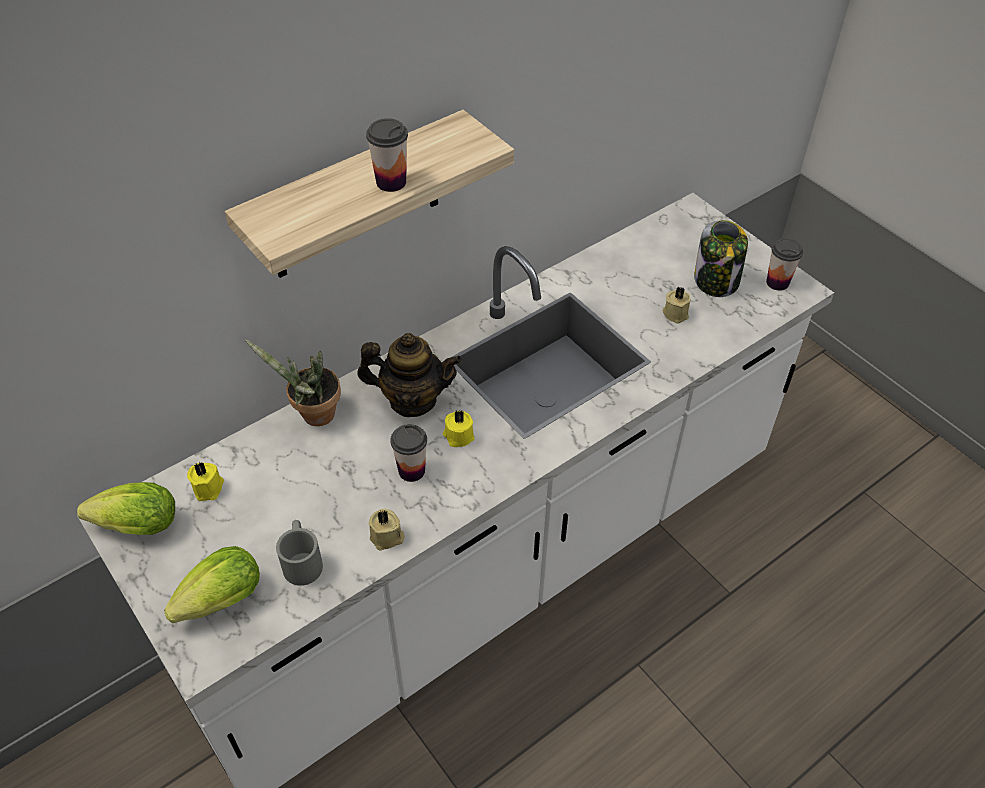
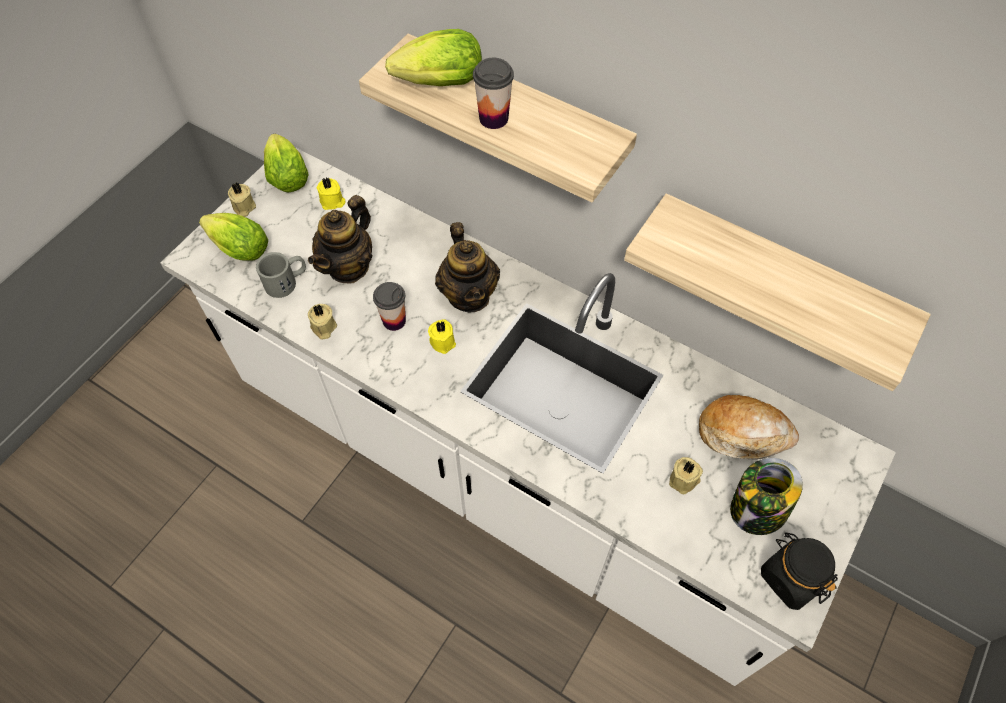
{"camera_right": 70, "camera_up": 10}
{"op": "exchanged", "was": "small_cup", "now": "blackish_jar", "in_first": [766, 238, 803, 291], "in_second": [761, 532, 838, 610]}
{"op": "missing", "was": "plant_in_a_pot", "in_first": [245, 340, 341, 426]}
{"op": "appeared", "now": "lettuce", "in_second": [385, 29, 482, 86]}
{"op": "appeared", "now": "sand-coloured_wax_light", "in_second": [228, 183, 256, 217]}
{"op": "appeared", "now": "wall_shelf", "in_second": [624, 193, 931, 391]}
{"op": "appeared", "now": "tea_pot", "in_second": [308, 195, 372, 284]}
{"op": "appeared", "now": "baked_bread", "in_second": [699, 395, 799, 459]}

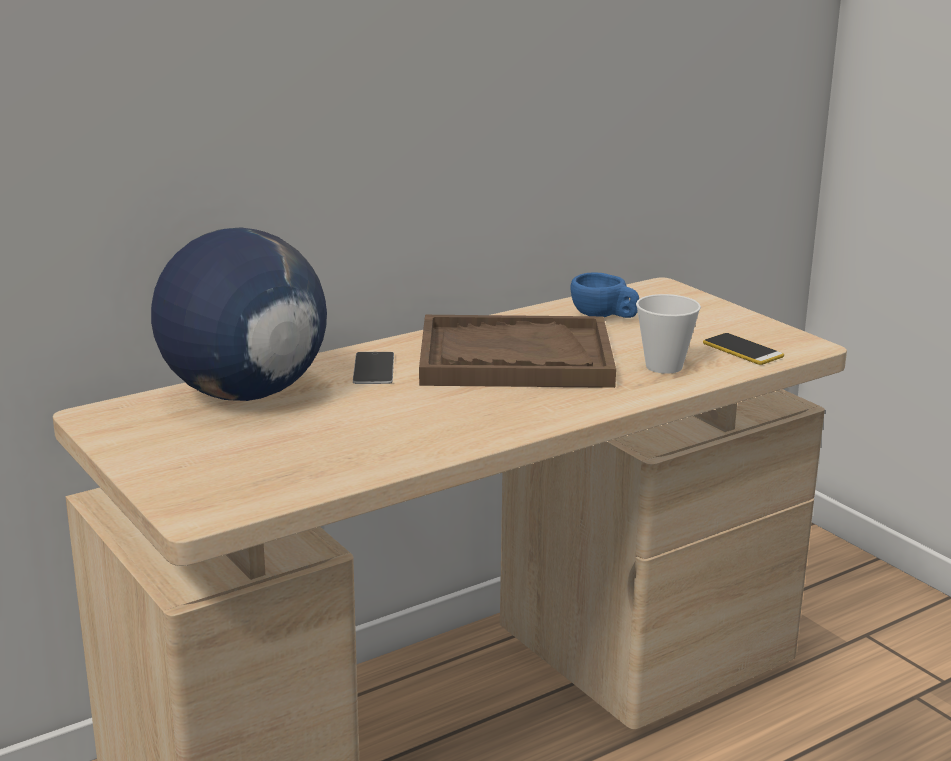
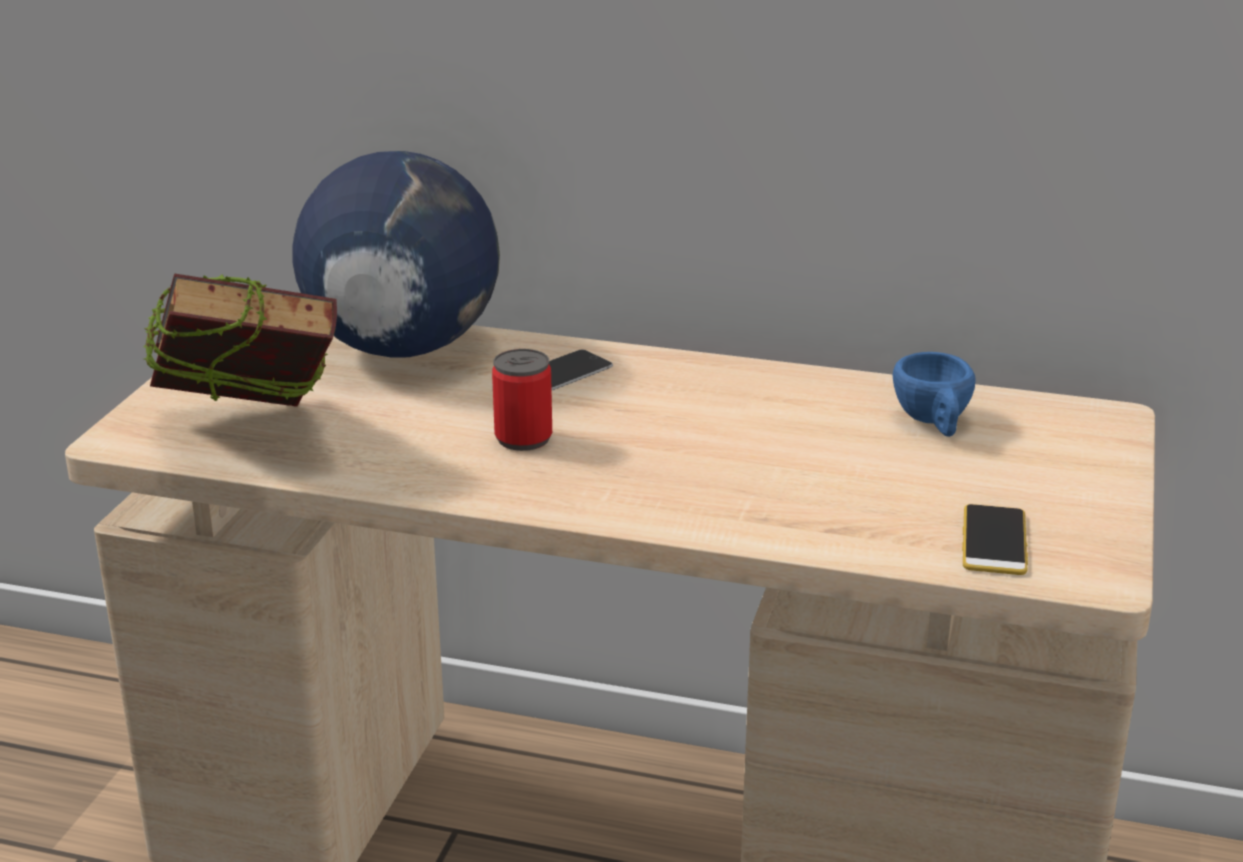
{"camera_right": 50, "camera_up": 5}
{"op": "missing", "was": "small_cup", "in_first": [636, 294, 701, 374]}
{"op": "missing", "was": "brownish_serving_tray", "in_first": [419, 315, 616, 388]}
{"op": "appeared", "now": "book", "in_second": [143, 273, 337, 407]}
{"op": "appeared", "now": "can", "in_second": [492, 349, 552, 451]}

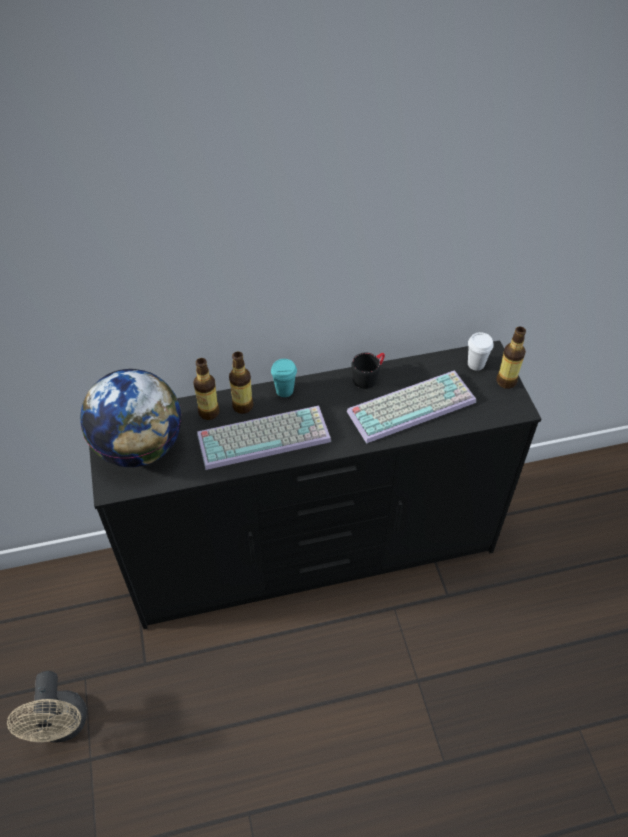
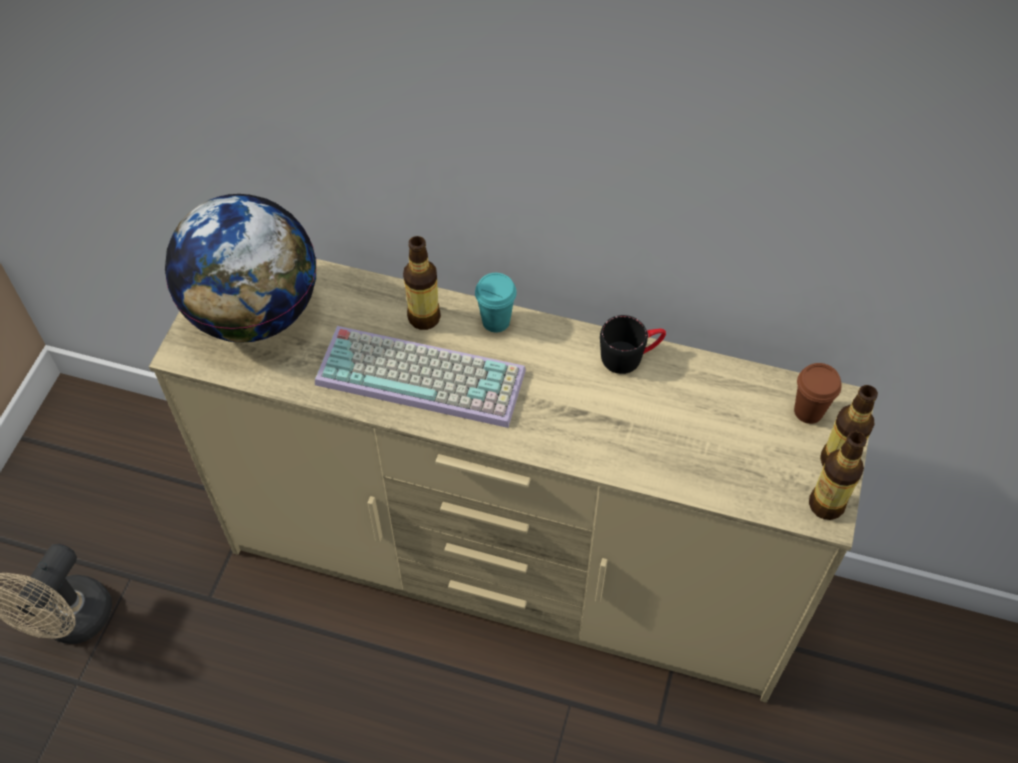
{"camera_right": 30, "camera_up": 5}
{"op": "colour", "was": "white-coloured_small_cup", "now": "brownish_small_cup", "in_first": [468, 332, 494, 371], "in_second": [794, 363, 842, 424]}
{"op": "colour", "was": "blackish_drawer_chest", "now": "sand-coloured_drawer_chest", "in_first": [89, 340, 541, 629], "in_second": [149, 259, 873, 703]}
{"op": "relocated", "was": "bottle", "in_first": [193, 358, 219, 420], "in_second": [809, 431, 867, 520]}
{"op": "missing", "was": "keyboard", "in_first": [347, 370, 476, 444]}

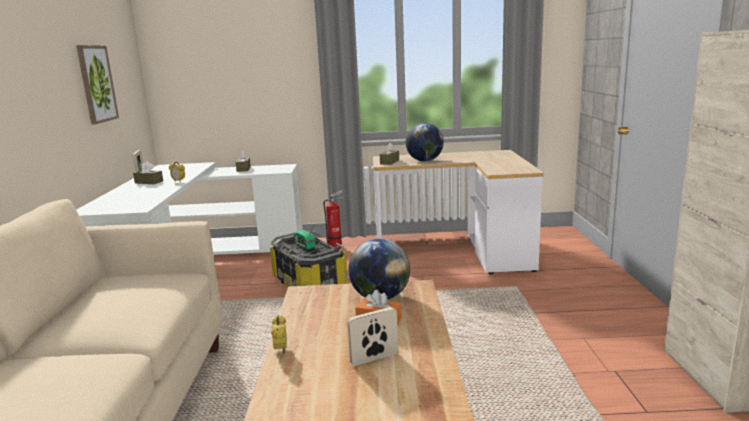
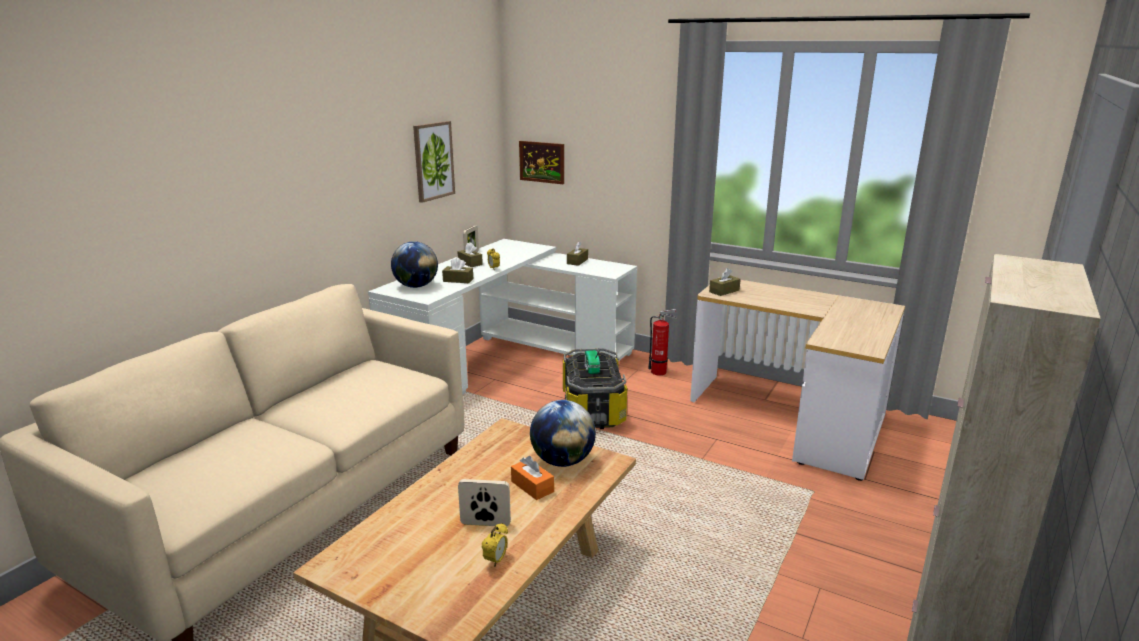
{"camera_right": 30, "camera_up": 5}
{"op": "relocated", "was": "desk_globe", "in_first": [406, 123, 444, 161], "in_second": [391, 241, 438, 288]}
{"op": "relocated", "was": "alarm_clock", "in_first": [271, 315, 287, 353], "in_second": [482, 523, 508, 567]}
{"op": "appeared", "now": "picture", "in_second": [519, 141, 564, 184]}
{"op": "appeared", "now": "brownish_tissue_box", "in_second": [442, 258, 473, 283]}

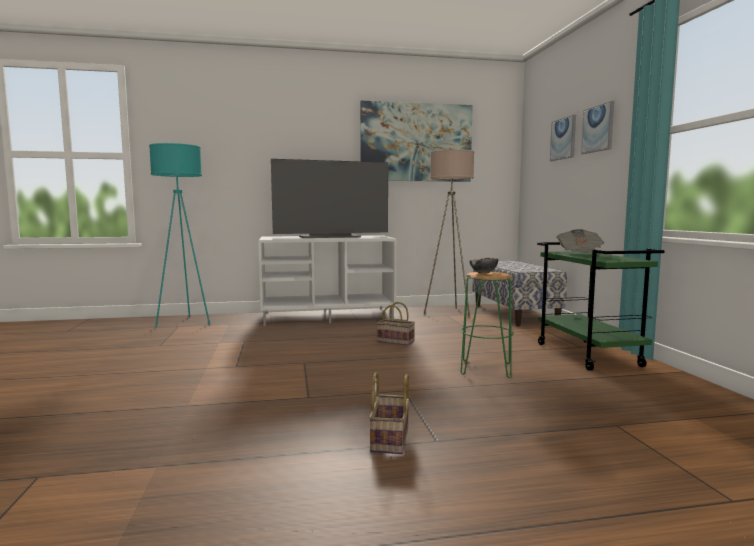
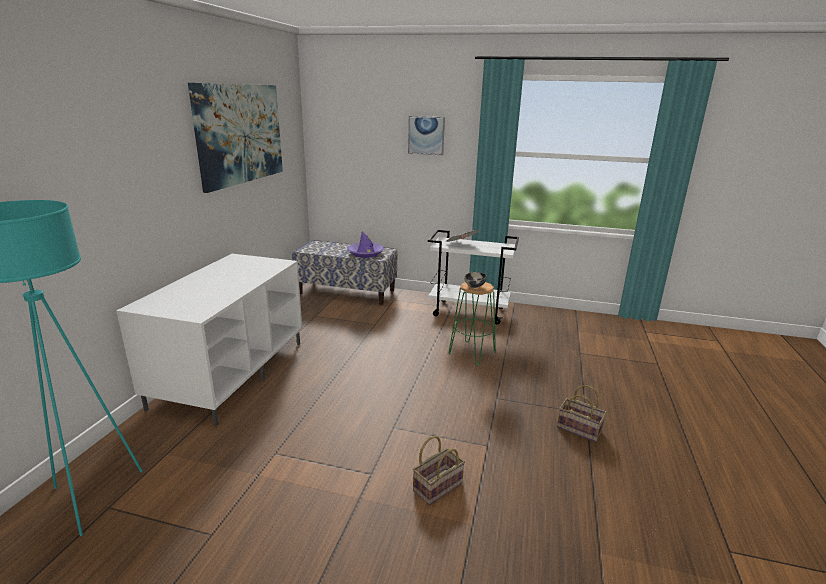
{"camera_right": -65, "camera_up": 15}
{"op": "missing", "was": "picture", "in_first": [550, 115, 576, 161]}
{"op": "missing", "was": "sand-coloured_standing_lamp", "in_first": [424, 149, 474, 318]}
{"op": "missing", "was": "TV", "in_first": [271, 159, 388, 238]}
{"op": "colour", "was": "green-coloured_wheeled_cart", "now": "white-coloured_wheeled_cart", "in_first": [537, 242, 665, 371], "in_second": [428, 230, 519, 324]}
{"op": "relocated", "was": "basket", "in_first": [377, 302, 415, 346], "in_second": [413, 436, 465, 505]}
{"op": "appeared", "now": "purple_clothing_hat", "in_second": [347, 232, 384, 258]}

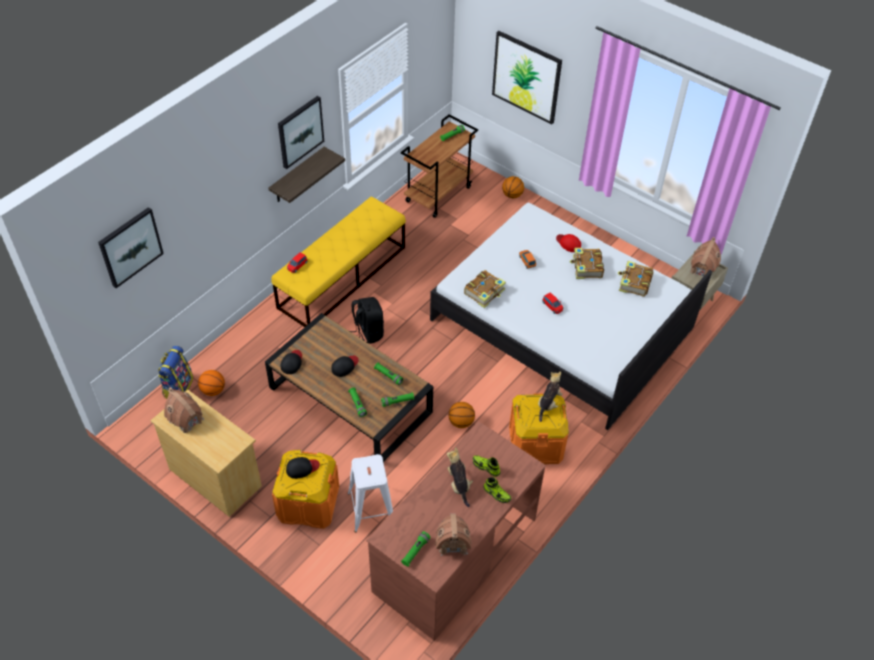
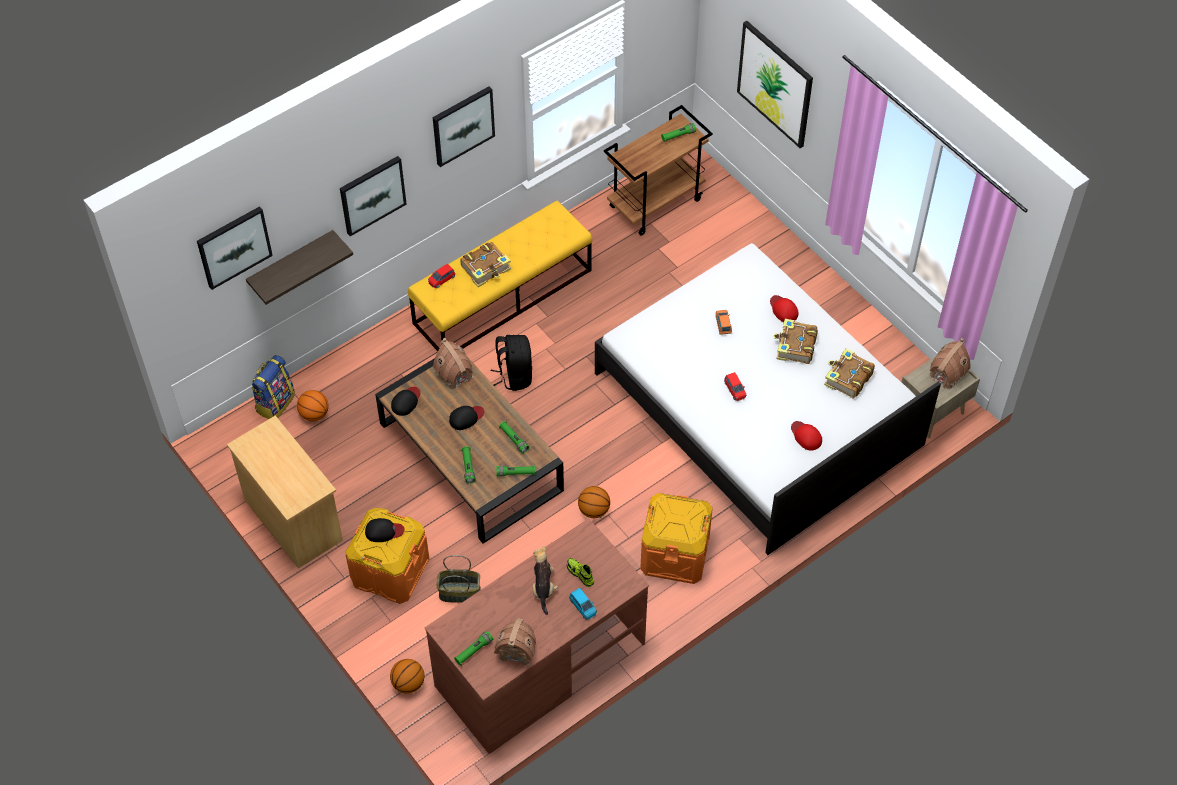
{"camera_right": 15, "camera_up": 5}
{"op": "relocated", "was": "wall_shelf", "in_first": [269, 147, 345, 203], "in_second": [246, 230, 353, 305]}
{"op": "relocated", "was": "basketball", "in_first": [502, 176, 524, 198], "in_second": [390, 659, 425, 694]}
{"op": "relocated", "was": "book", "in_first": [464, 270, 506, 308], "in_second": [460, 242, 511, 287]}
{"op": "missing", "was": "soft_toy", "in_first": [538, 371, 562, 422]}
{"op": "relocated", "was": "model_house", "in_first": [164, 387, 204, 433], "in_second": [433, 338, 473, 389]}
{"op": "exchanged", "was": "white-coloured_stool", "now": "basket", "in_first": [348, 454, 393, 533], "in_second": [436, 555, 481, 603]}
{"op": "exchanged", "was": "shoe", "now": "blue-coloured_model_car", "in_first": [483, 477, 512, 503], "in_second": [569, 588, 597, 620]}
{"op": "appeared", "now": "picture", "in_second": [340, 156, 407, 236]}
{"op": "appeared", "now": "reddish_cap", "in_second": [791, 421, 822, 451]}

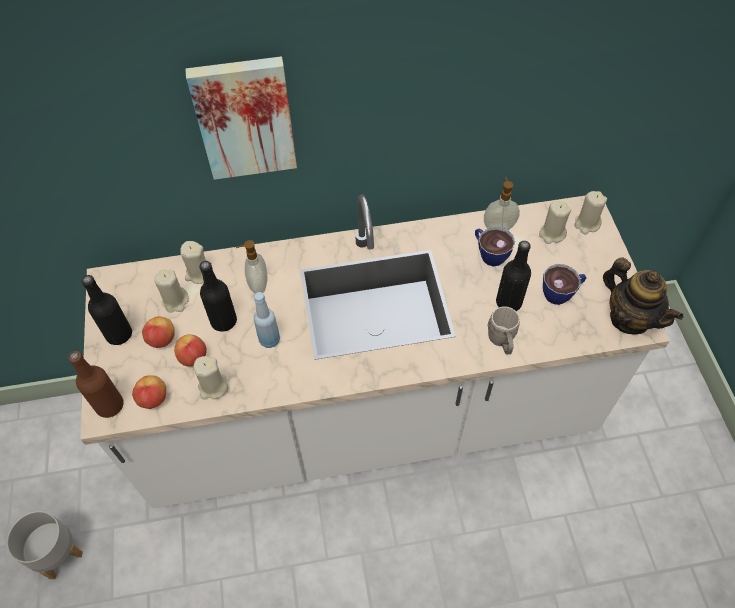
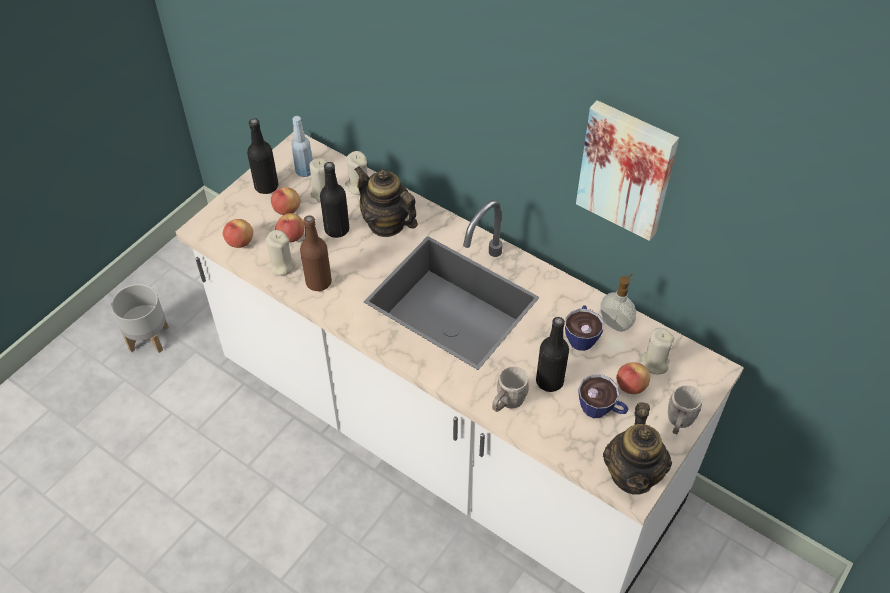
{"camera_right": 45, "camera_up": -5}
{"op": "relocated", "was": "picture", "in_first": [185, 57, 297, 180], "in_second": [576, 100, 679, 241]}
{"op": "missing", "was": "sand-coloured_wax_light", "in_first": [574, 191, 607, 234]}
{"op": "exchanged", "was": "soap_bottle", "now": "tea_pot", "in_first": [236, 240, 268, 293], "in_second": [354, 166, 418, 237]}
{"op": "relocated", "was": "blue-coloured_bottle", "in_first": [254, 292, 280, 348], "in_second": [291, 116, 313, 177]}
{"op": "relocated", "was": "brownish_bottle", "in_first": [68, 351, 124, 418], "in_second": [300, 215, 332, 291]}
{"op": "appeared", "now": "apple", "in_second": [616, 362, 650, 394]}
{"op": "appeared", "now": "greyish_tea_mug", "in_second": [668, 385, 702, 435]}

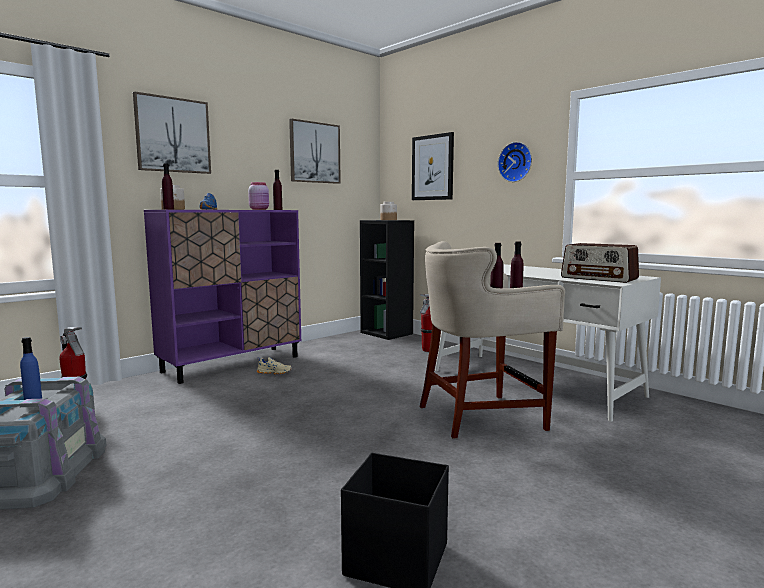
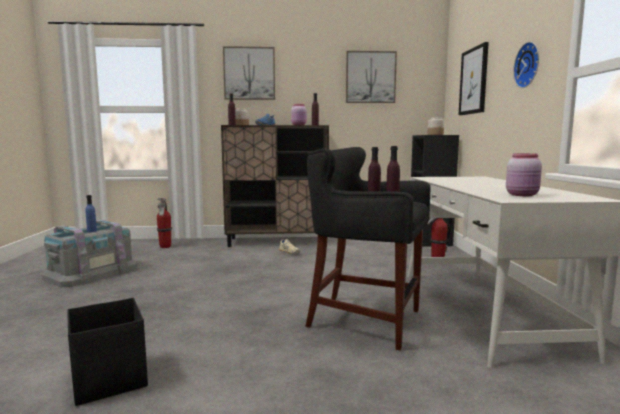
{"camera_right": 40, "camera_up": 0}
{"op": "colour", "was": "purple_cupboard", "now": "brownish_cupboard", "in_first": [144, 210, 301, 384], "in_second": [221, 125, 329, 247]}
{"op": "colour", "was": "sand-coloured_stool", "now": "blackish_stool", "in_first": [420, 241, 565, 439], "in_second": [305, 147, 430, 351]}
{"op": "exchanged", "was": "radio_set", "now": "pink-coloured_jar", "in_first": [561, 243, 639, 283], "in_second": [506, 153, 542, 196]}

